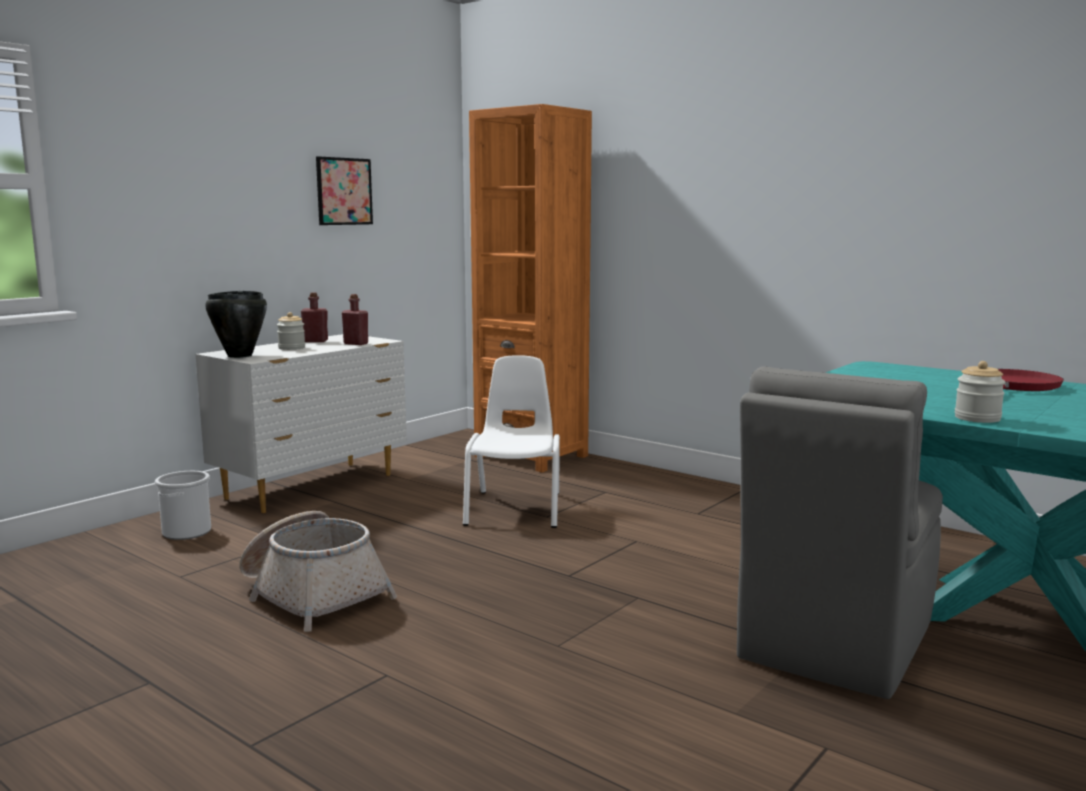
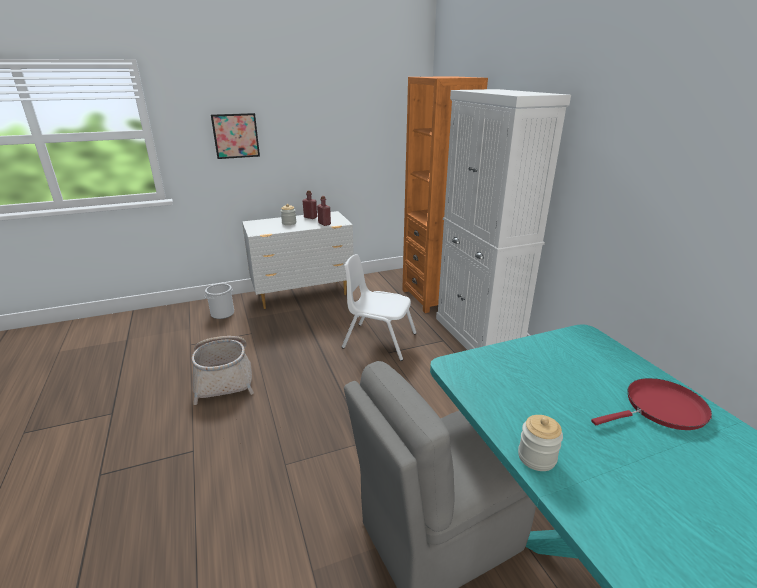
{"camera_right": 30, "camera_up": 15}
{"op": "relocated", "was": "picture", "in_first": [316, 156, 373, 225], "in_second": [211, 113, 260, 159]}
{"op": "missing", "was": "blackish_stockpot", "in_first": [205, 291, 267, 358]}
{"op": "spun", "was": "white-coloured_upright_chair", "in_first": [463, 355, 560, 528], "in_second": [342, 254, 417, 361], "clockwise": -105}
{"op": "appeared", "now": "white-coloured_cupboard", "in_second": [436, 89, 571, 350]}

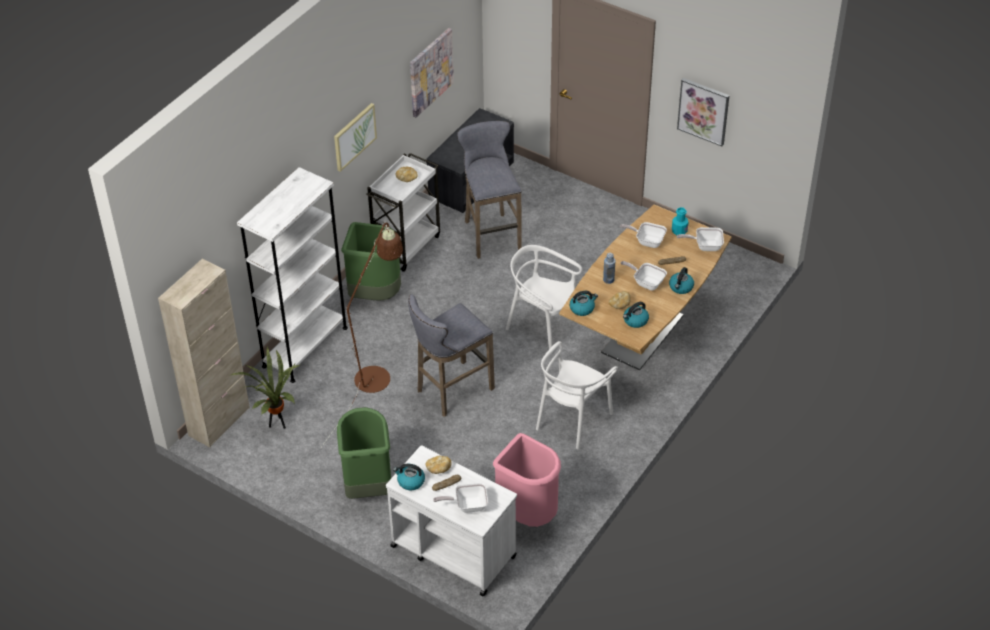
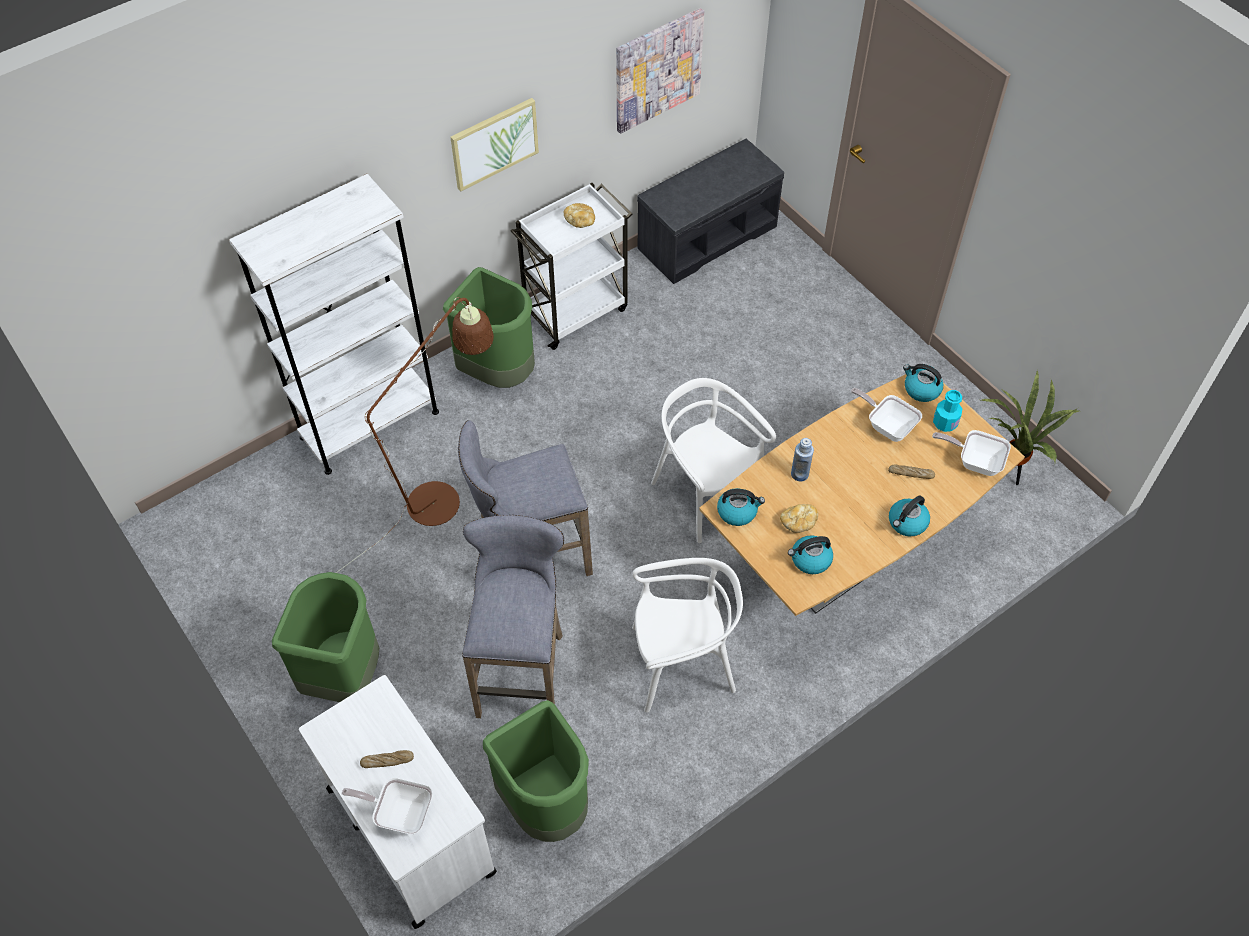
{"camera_right": 20, "camera_up": 10}
{"op": "missing", "was": "picture", "in_first": [677, 78, 730, 146]}
{"op": "relocated", "was": "greyish_stool", "in_first": [457, 121, 522, 259], "in_second": [462, 515, 564, 718]}
{"op": "missing", "was": "sand-coloured_cupboard", "in_first": [158, 259, 250, 447]}
{"op": "missing", "was": "skillet", "in_first": [621, 261, 667, 291]}
{"op": "spun", "was": "white-coloured_upright_chair", "in_first": [536, 341, 618, 449], "in_second": [632, 558, 743, 713], "clockwise": -150}
{"op": "relocated", "was": "plant_in_a_pot", "in_first": [231, 347, 299, 429], "in_second": [981, 370, 1079, 485]}
{"op": "colour", "was": "pink-coloured_rubbish_bin", "now": "green-coloured_rubbish_bin", "in_first": [493, 433, 561, 527], "in_second": [483, 700, 589, 842]}
{"op": "missing", "was": "baked_bread", "in_first": [426, 456, 452, 474]}
{"op": "relocated", "was": "kettle", "in_first": [393, 464, 425, 490], "in_second": [903, 364, 943, 402]}

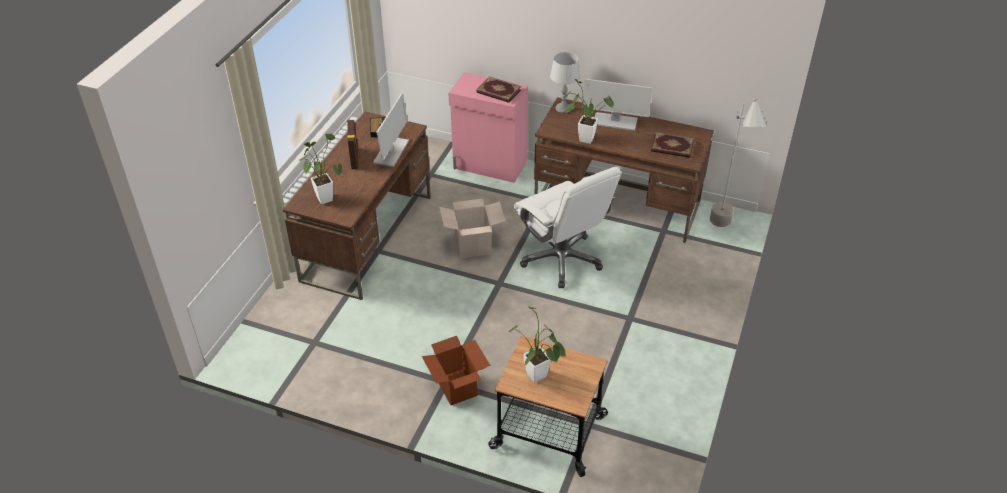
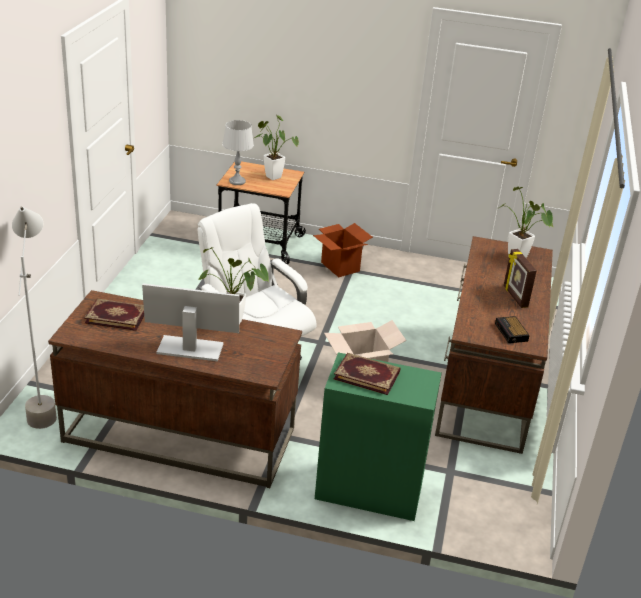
{"camera_right": 170, "camera_up": -10}
{"op": "relocated", "was": "greyish_table_lamp", "in_first": [550, 52, 580, 113], "in_second": [222, 120, 254, 185]}
{"op": "colour", "was": "pink-coloured_cupboard", "now": "green-coloured_cupboard", "in_first": [449, 72, 528, 183], "in_second": [315, 352, 442, 521]}
{"op": "missing", "was": "computer_display", "in_first": [373, 93, 409, 167]}

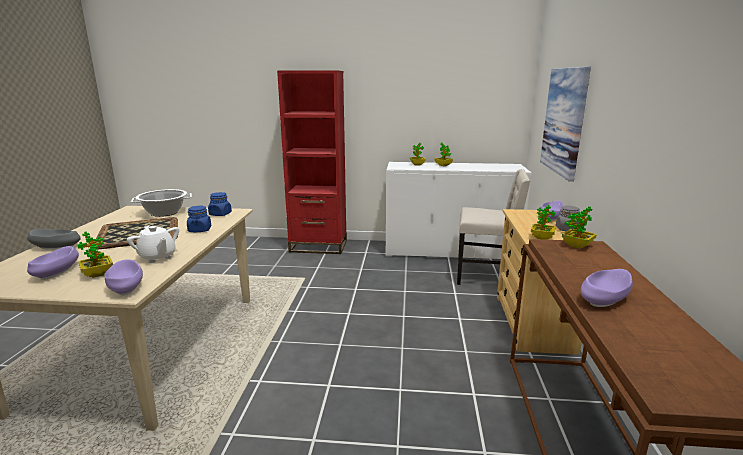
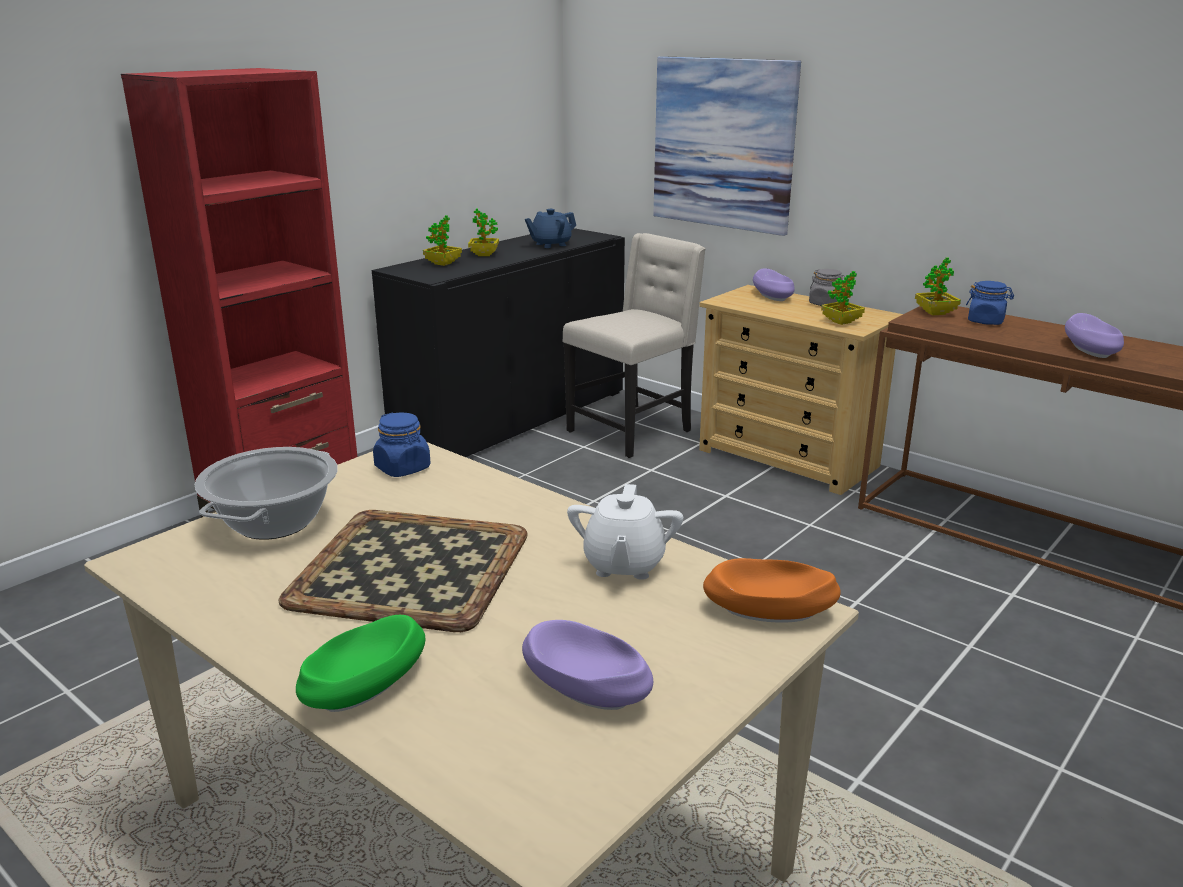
{"camera_right": -55, "camera_up": 5}
{"op": "colour", "was": "white-coloured_cupboard", "now": "blackish_cupboard", "in_first": [386, 162, 531, 259], "in_second": [372, 228, 625, 457]}
{"op": "relocated", "was": "blue-coloured_jar", "in_first": [187, 206, 211, 232], "in_second": [966, 281, 1014, 325]}
{"op": "spun", "was": "white-coloured_tea_pot", "in_first": [127, 226, 179, 263], "in_second": [567, 484, 683, 580], "clockwise": 105}
{"op": "colour", "was": "greyish_serving_bowl", "now": "green-coloured_serving_bowl", "in_first": [27, 229, 81, 250], "in_second": [296, 615, 425, 712]}
{"op": "missing", "was": "plant_in_a_pot", "in_first": [77, 231, 113, 278]}
{"op": "colour", "was": "purple_serving_bowl", "now": "orange-coloured_serving_bowl", "in_first": [104, 259, 143, 295], "in_second": [703, 558, 841, 623]}
{"op": "appeared", "now": "blue-coloured_tea_pot", "in_second": [525, 209, 576, 248]}

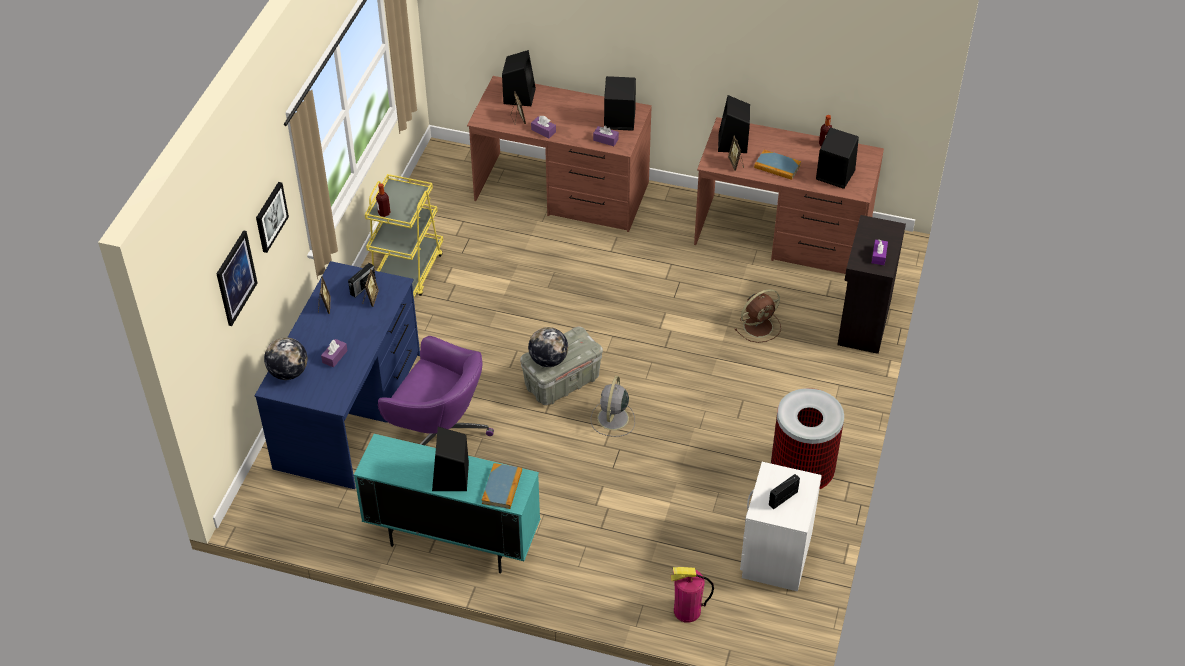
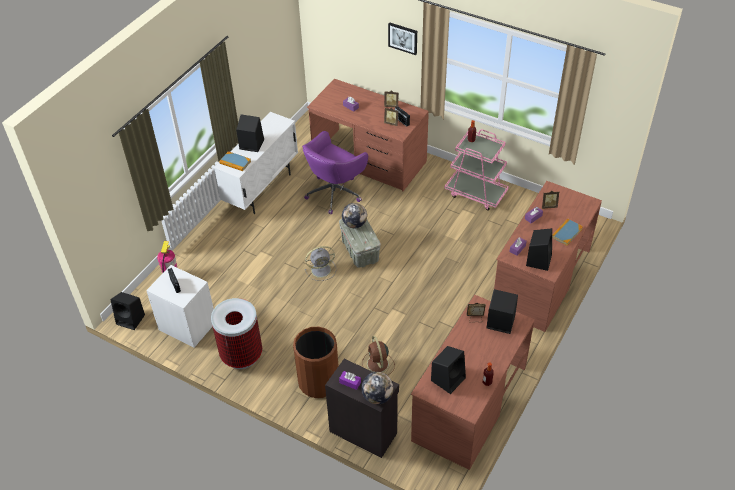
{"camera_right": 105, "camera_up": 0}
{"op": "relocated", "was": "blackish_audio_speaker", "in_first": [502, 50, 536, 106], "in_second": [110, 292, 145, 330]}
{"op": "relocated", "was": "book", "in_first": [754, 150, 801, 180], "in_second": [552, 219, 583, 246]}
{"op": "colour", "was": "yellow_wheeled_cart", "now": "pink-coloured_wheeled_cart", "in_first": [365, 174, 443, 298], "in_second": [444, 129, 509, 211]}
{"op": "missing", "was": "picture", "in_first": [216, 230, 258, 326]}
{"op": "colour", "was": "blue-coloured_desk_unit", "now": "brownish_desk_unit", "in_first": [255, 261, 420, 489], "in_second": [307, 79, 429, 191]}
{"op": "relocated", "was": "desk_globe", "in_first": [264, 337, 307, 380], "in_second": [361, 372, 393, 405]}
{"op": "spun", "was": "greyish_cooling_fan", "in_first": [591, 376, 635, 437], "in_second": [305, 246, 336, 281], "clockwise": 135}
{"op": "colour", "was": "turquoise_cupboard", "now": "white-coloured_cupboard", "in_first": [354, 434, 540, 574], "in_second": [214, 112, 298, 214]}
{"op": "appeared", "now": "brownish_rubbish_bin", "in_second": [293, 327, 338, 398]}

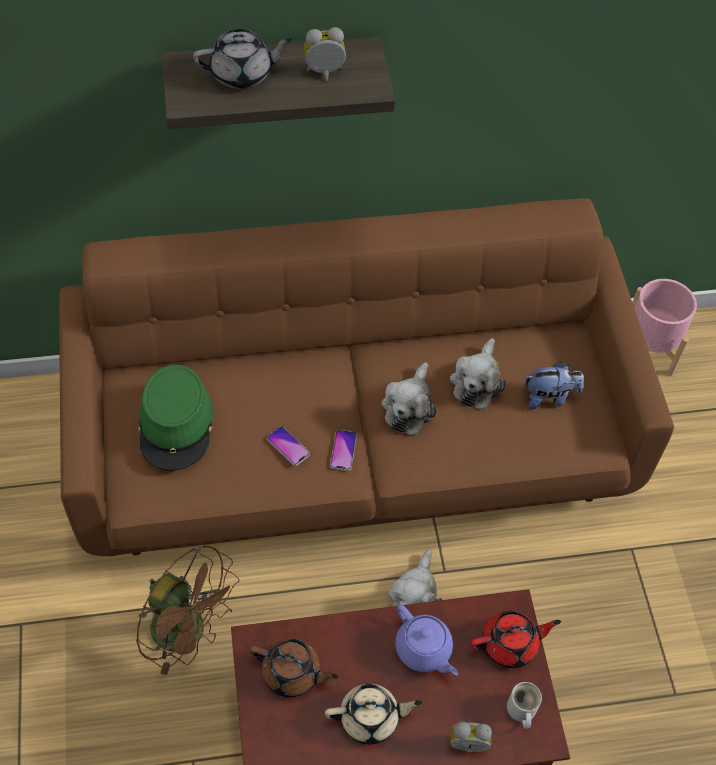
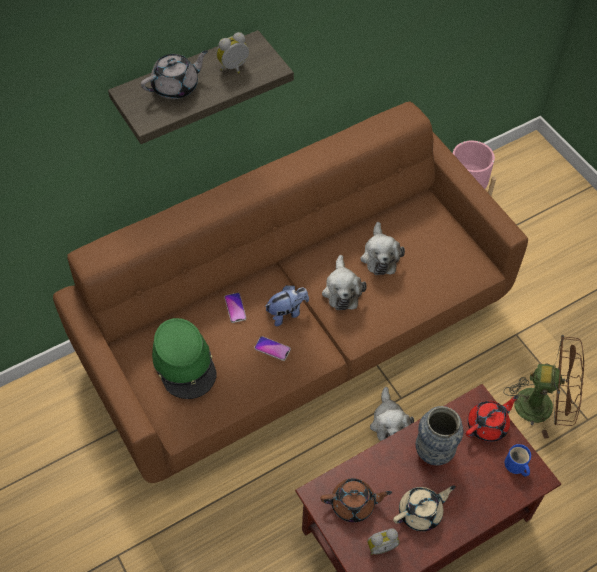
{"camera_right": -20, "camera_up": 0}
{"op": "relocated", "was": "soft_toy", "in_first": [524, 362, 584, 409], "in_second": [266, 285, 309, 326]}
{"op": "relocated", "was": "telephone", "in_first": [330, 430, 357, 471], "in_second": [224, 293, 246, 323]}
{"op": "relocated", "was": "brownish_cooling_fan", "in_first": [136, 545, 240, 675], "in_second": [504, 335, 584, 439]}
{"op": "exchanged", "was": "purple_tea_pot", "now": "vase", "in_first": [395, 604, 458, 675], "in_second": [416, 406, 463, 466]}
{"op": "colour", "was": "white-coloured_tea_mug", "now": "blue-coloured_tea_mug", "in_first": [507, 682, 542, 729], "in_second": [505, 444, 531, 477]}
{"op": "relocated", "was": "alarm_clock", "in_first": [450, 722, 492, 752], "in_second": [368, 528, 400, 555]}

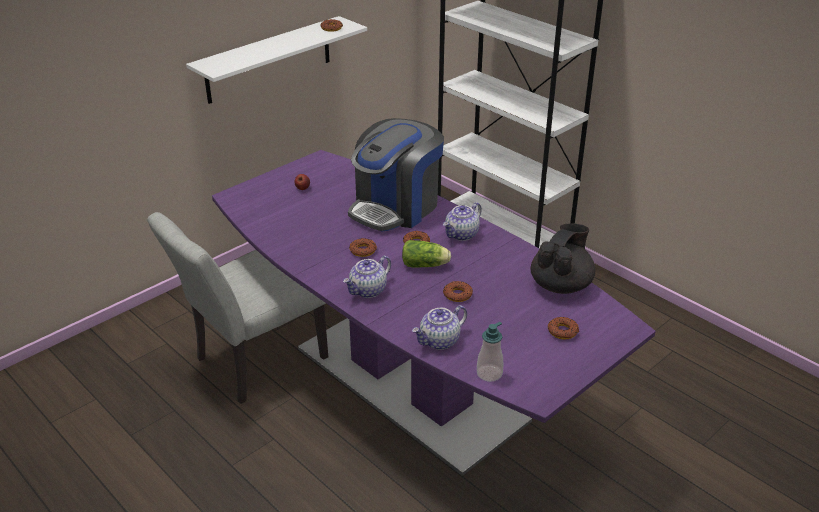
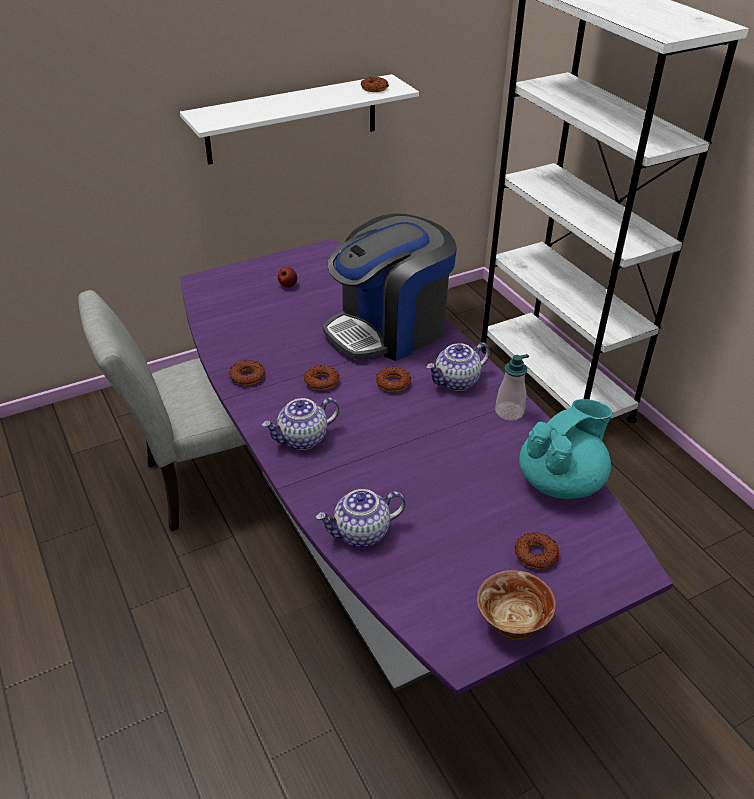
{"camera_right": 15, "camera_up": 5}
{"op": "colour", "was": "blackish_tea_pot", "now": "turquoise_tea_pot", "in_first": [530, 223, 595, 294], "in_second": [519, 399, 613, 499]}
{"op": "missing", "was": "lettuce", "in_first": [402, 240, 451, 268]}
{"op": "relocated", "was": "doughnut", "in_first": [443, 281, 473, 302], "in_second": [229, 360, 265, 385]}
{"op": "relocated", "was": "soap_bottle", "in_first": [477, 322, 503, 382], "in_second": [495, 354, 529, 421]}
{"op": "appeared", "now": "serving_bowl", "in_second": [477, 570, 556, 640]}

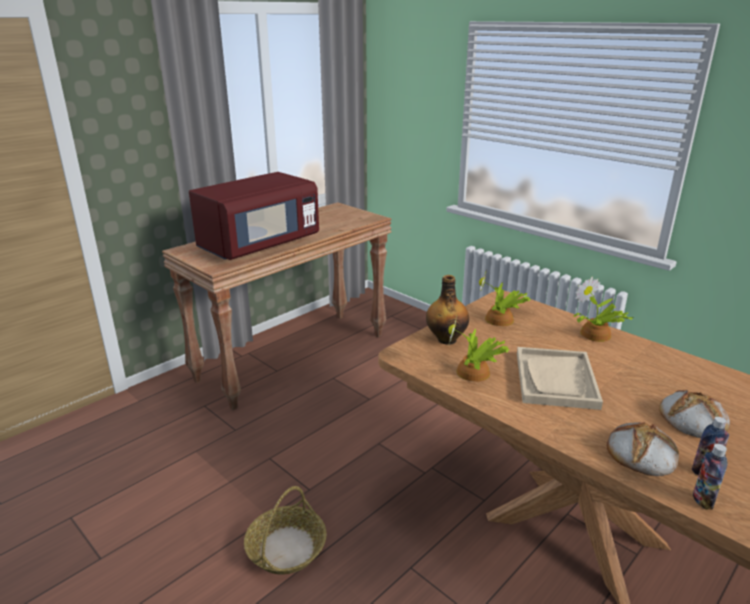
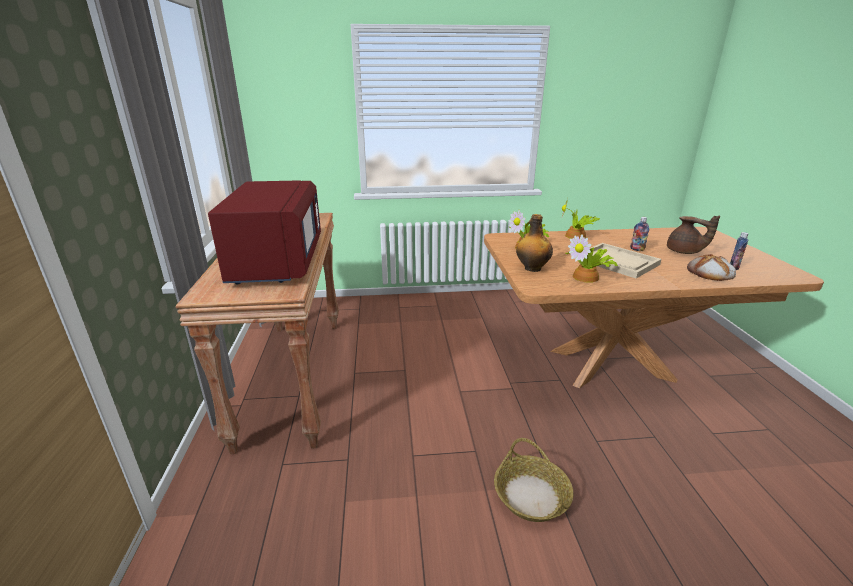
{"camera_right": -50, "camera_up": 0}
{"op": "exchanged", "was": "baked_bread", "now": "brownish_tea_pot", "in_first": [659, 390, 730, 438], "in_second": [667, 215, 720, 254]}
{"op": "relocated", "was": "bottle", "in_first": [693, 444, 728, 510], "in_second": [630, 217, 649, 251]}

